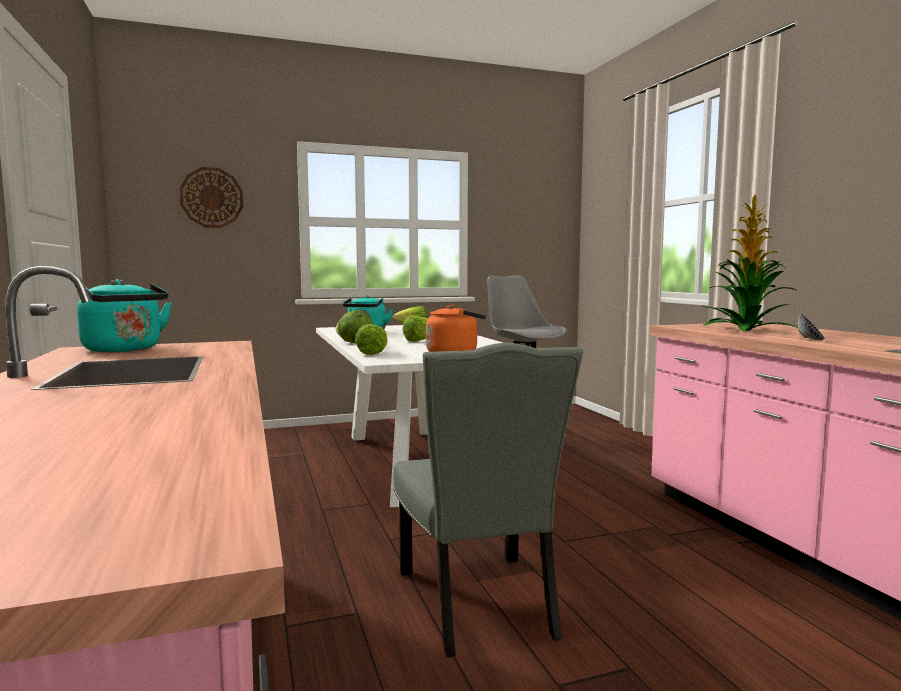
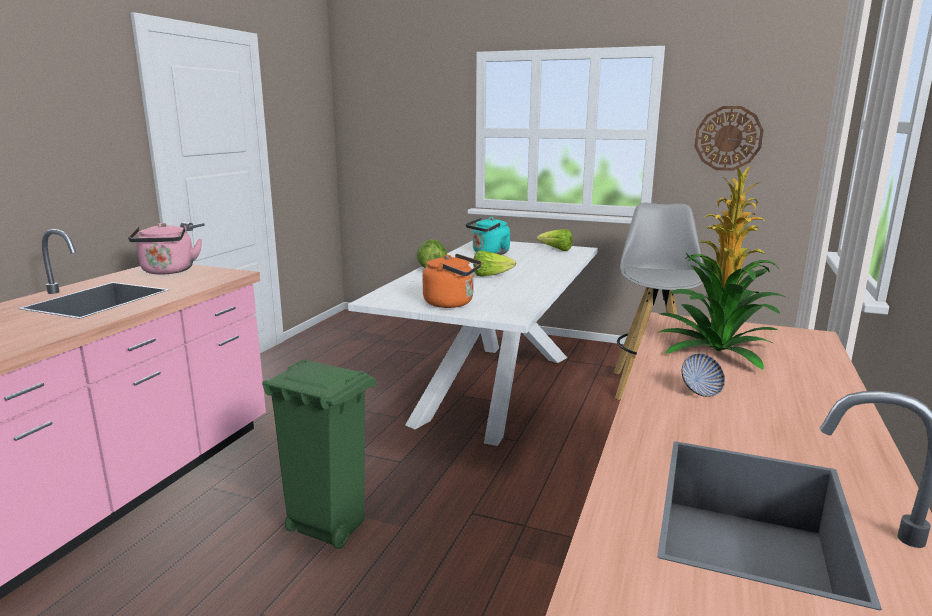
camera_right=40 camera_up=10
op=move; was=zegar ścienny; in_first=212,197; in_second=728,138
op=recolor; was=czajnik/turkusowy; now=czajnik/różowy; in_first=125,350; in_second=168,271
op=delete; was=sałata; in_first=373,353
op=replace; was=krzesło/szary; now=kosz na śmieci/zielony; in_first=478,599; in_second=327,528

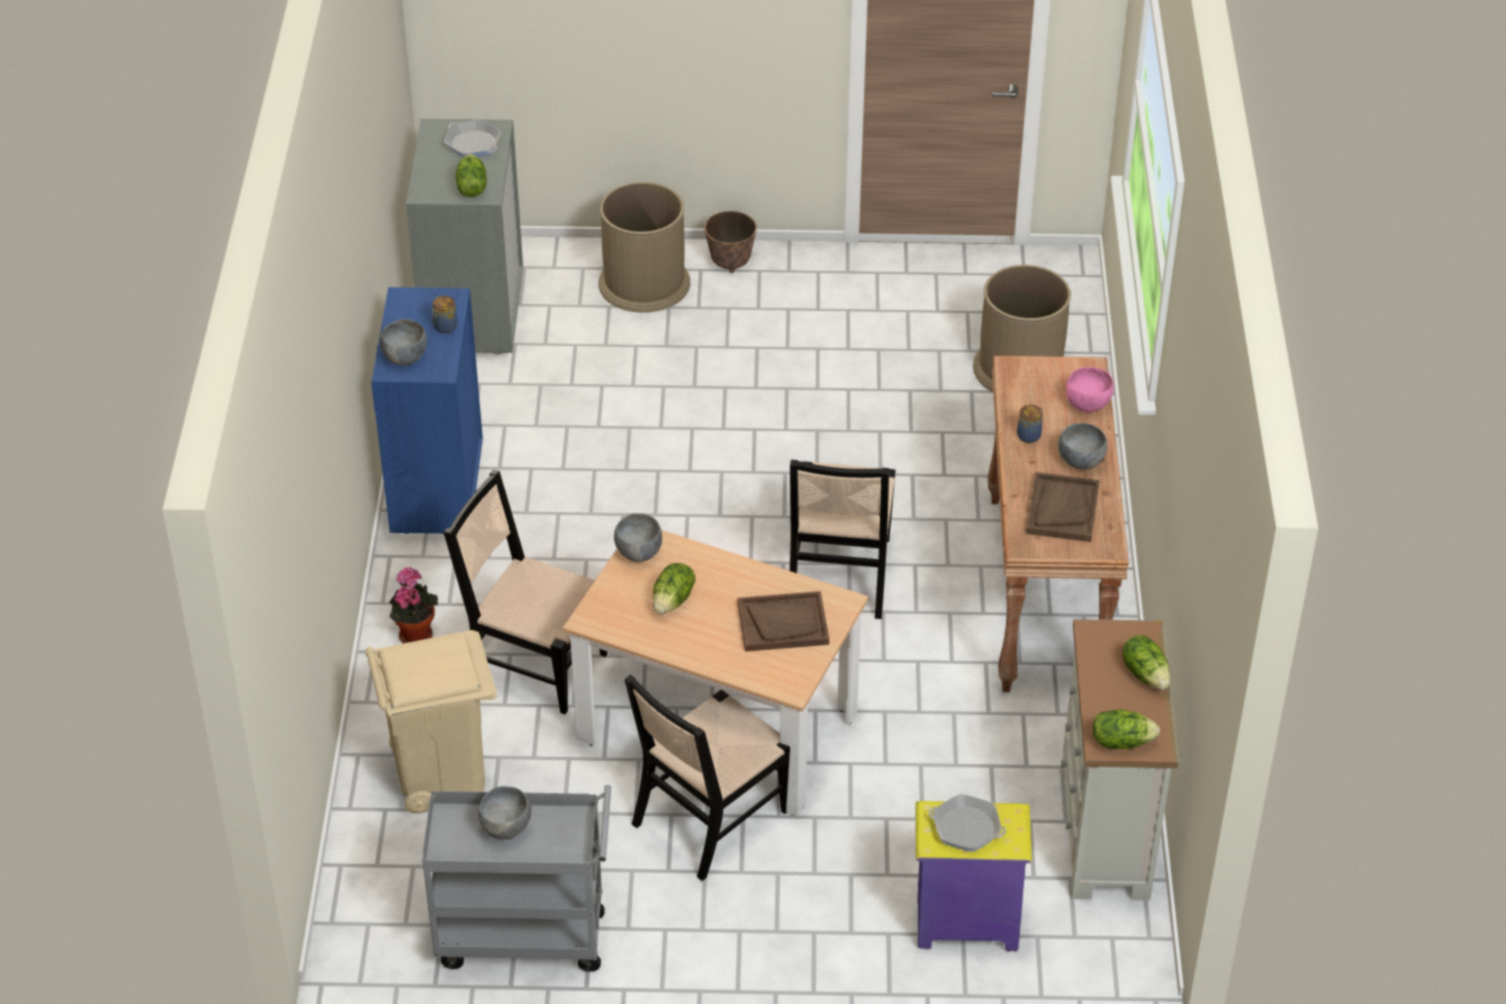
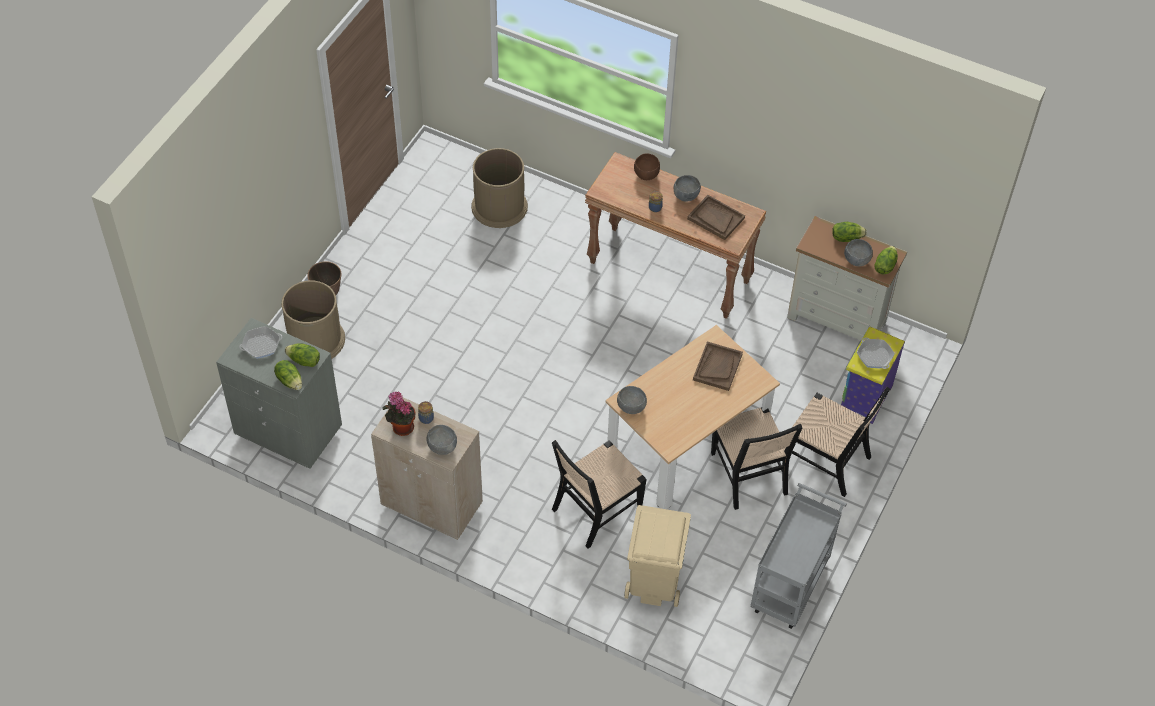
camera_right=-65 camera_up=10
op=recolor; was=szafka/niebieski; now=szafka/beżowy; in_first=437,492; in_second=430,506
op=recolor; was=miska/różowy; now=miska/brązowy; in_first=1087,405; in_second=646,175
op=move; was=krzesło; in_first=840,575; in_second=827,461
op=move; was=sałata; in_first=673,601; in_second=290,380
op=move; was=roślina doniczkowa; in_first=415,634; in_second=401,427
op=move; was=miska/szary; in_first=506,828; in_second=856,260
op=rotate; was=patelnia; in_first=966,828; in_second=874,356; clockwise=105

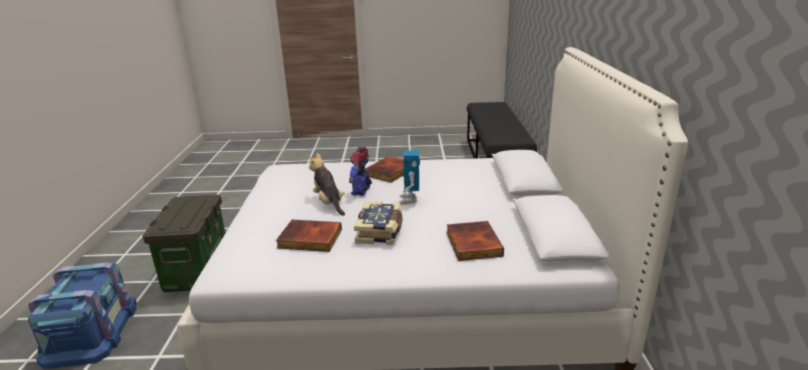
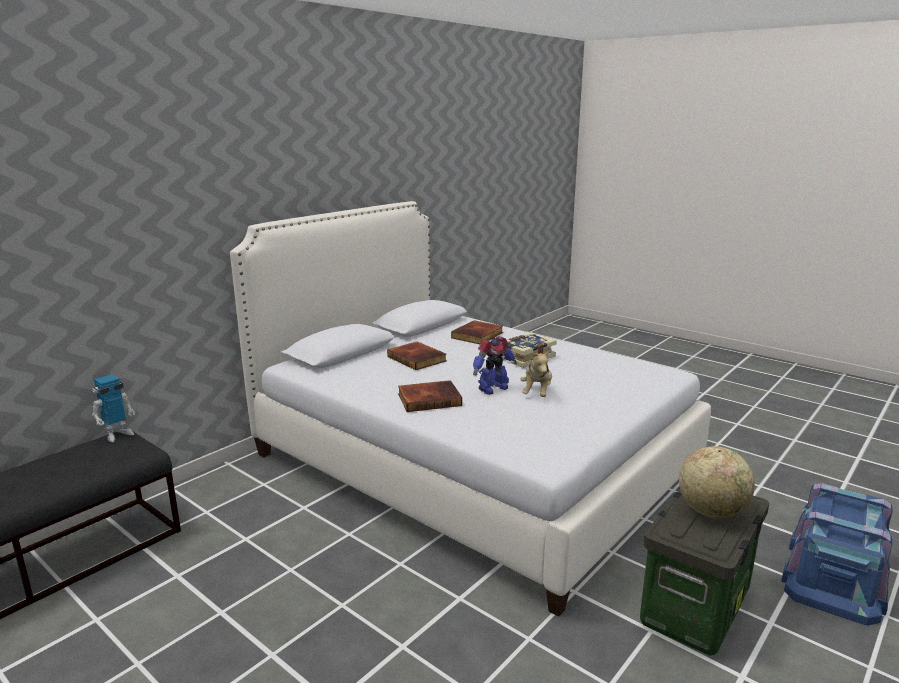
camera_right=-140 camera_up=-5
op=move; was=robot zabawkowy; in_first=409,200; in_second=117,434
op=move; was=książka; in_first=309,239; in_second=417,358
op=insert; now=globus; in_second=711,511

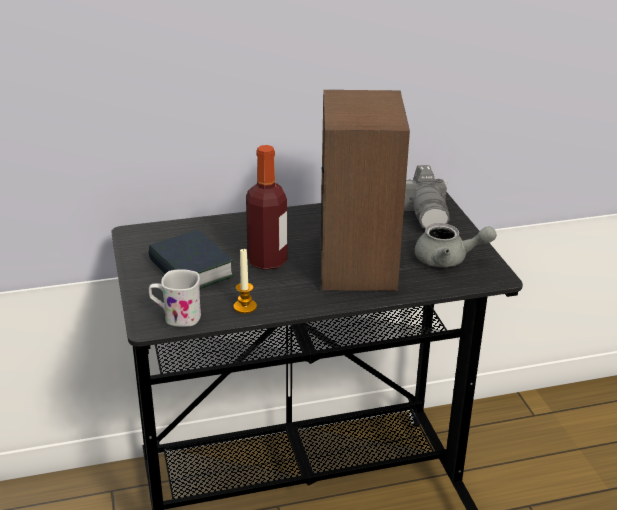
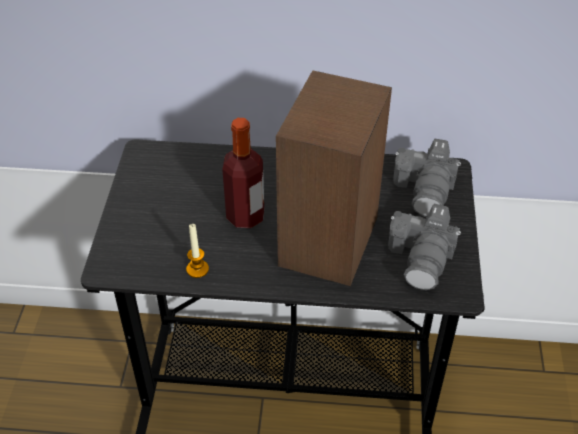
camera_right=20 camera_up=15
op=replace; was=imbryk/szary; now=aparat fotograficzny; in_first=448,259; in_second=422,258
op=delete; was=książka; in_first=191,269
op=delete; was=kubek/biały; in_first=176,316

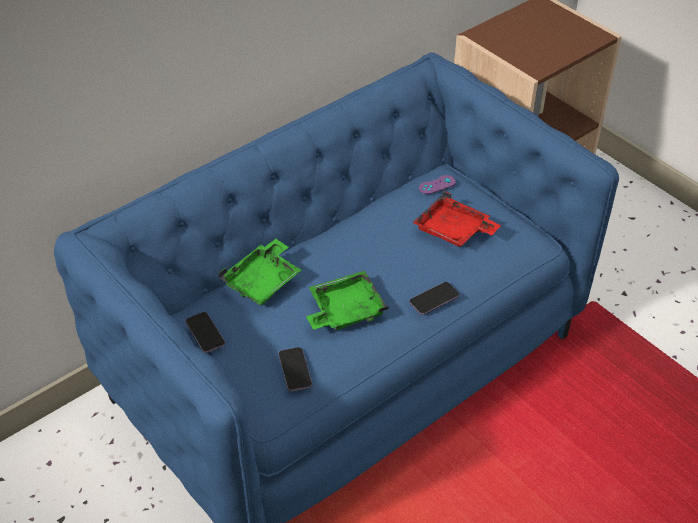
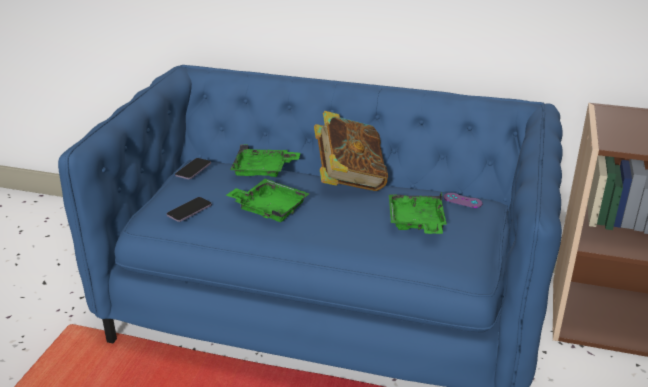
camera_right=55 camera_up=-15
op=recolor; was=taca/czerwony; now=taca/zielony; in_first=454,231; in_second=416,223
op=delete; was=telefon; in_first=434,299
op=insert; now=książka; in_second=349,180

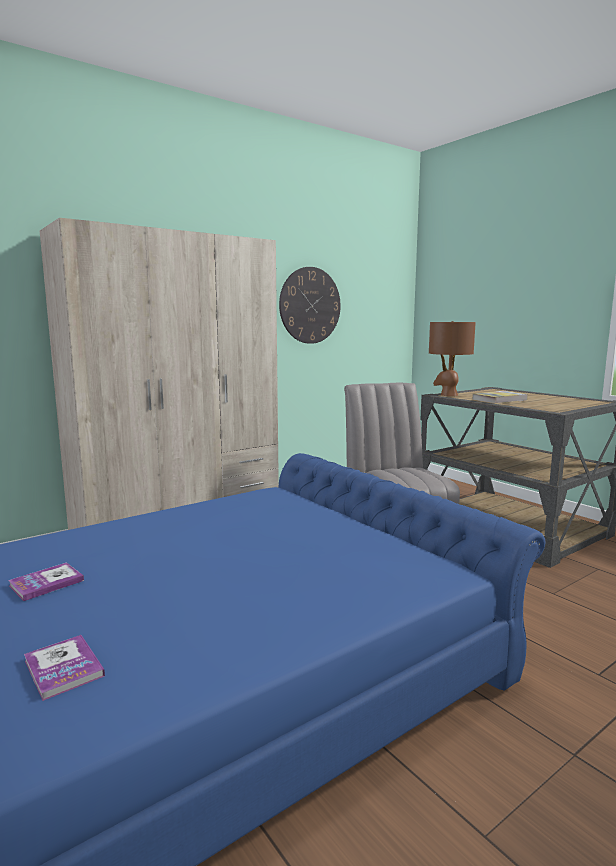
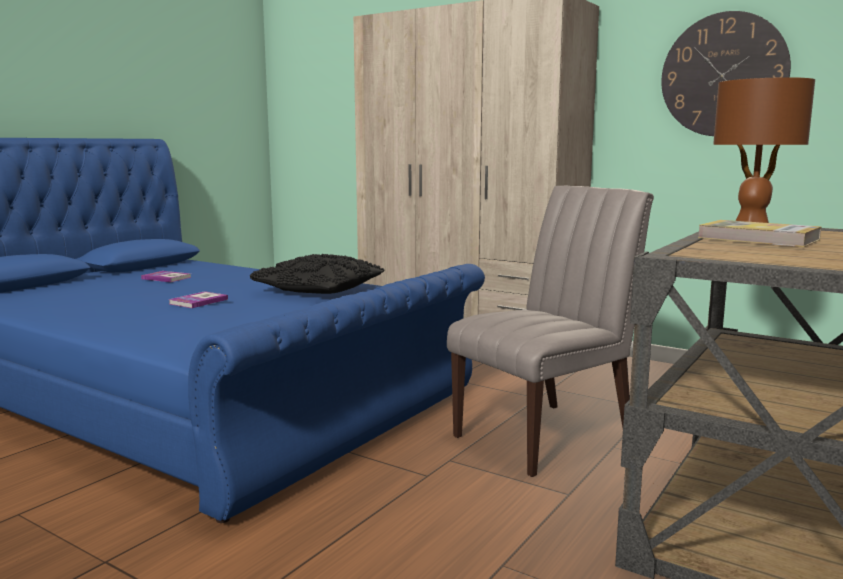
camera_right=70 camera_up=0
op=move; was=książka; in_first=63,668; in_second=198,301
op=insert; now=poduszka/czarny; in_second=319,290

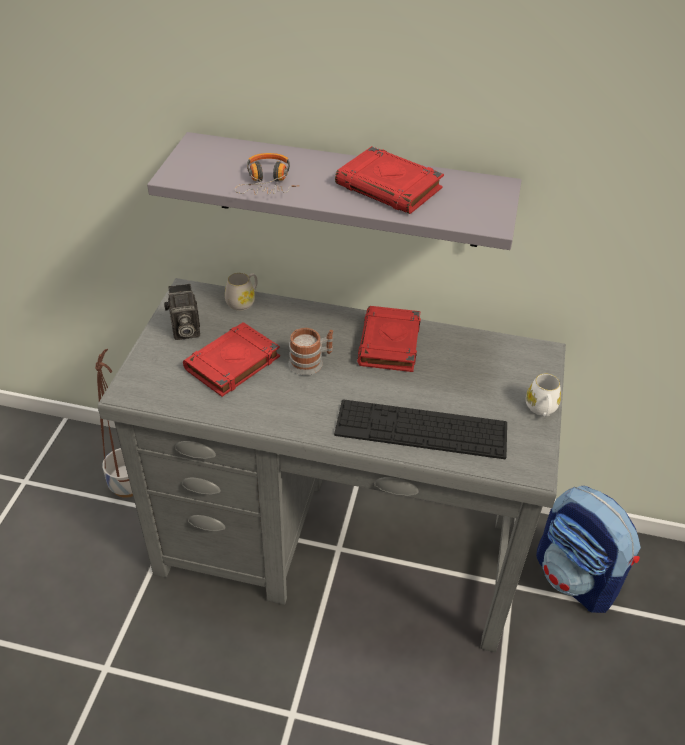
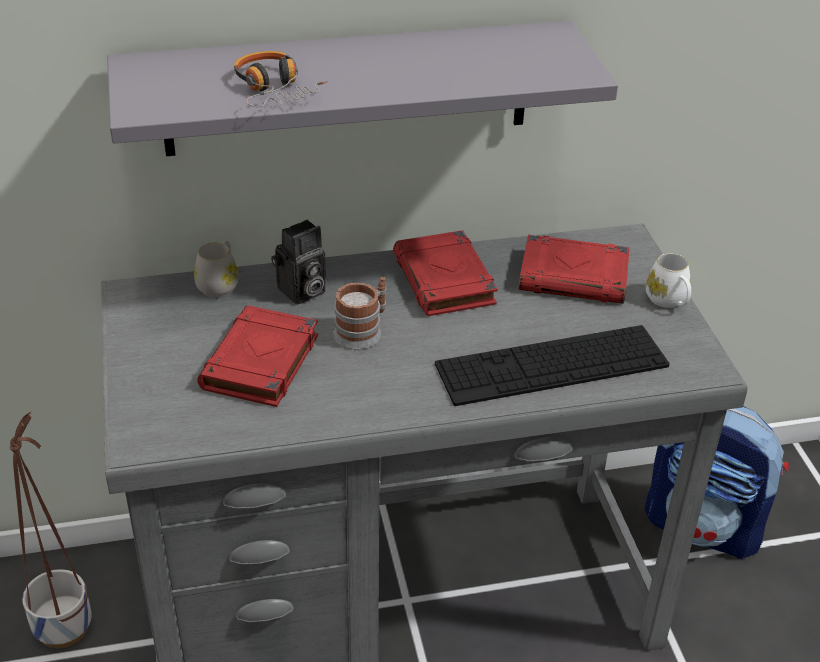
camera_right=-25 camera_up=-5
op=move; was=książka/czerwony; in_first=390,187; in_second=574,277
op=move; was=aparat fotograficzny; in_first=184,332; in_second=301,292

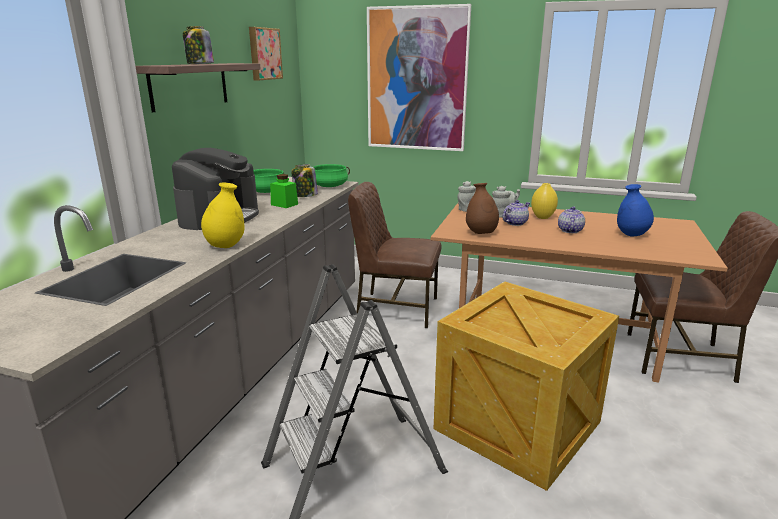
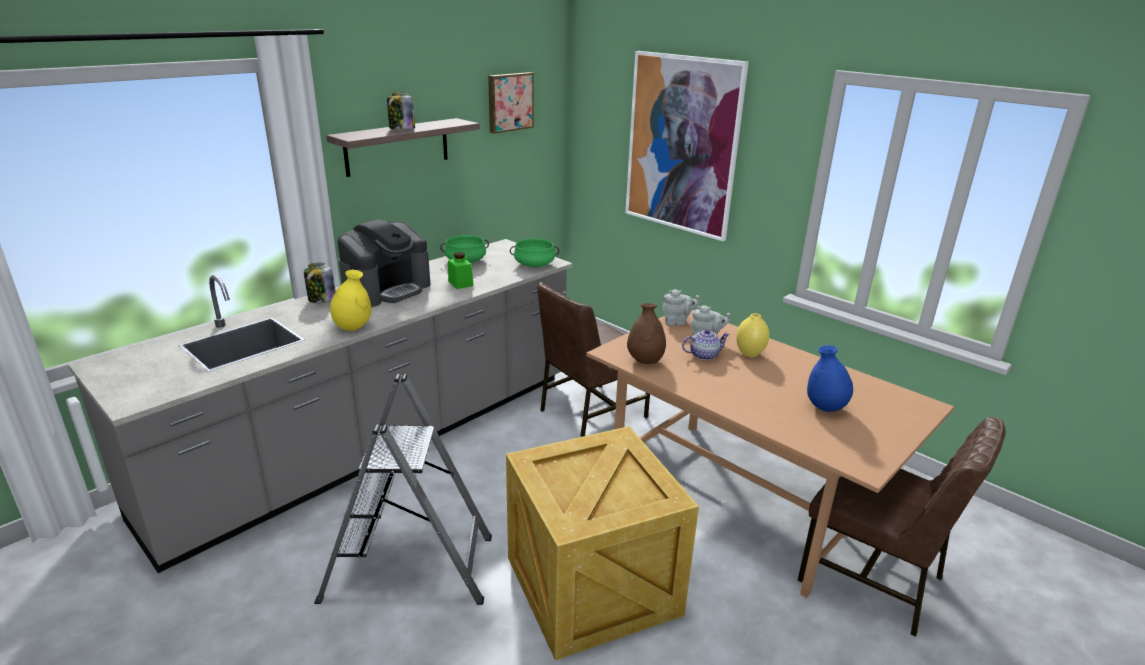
camera_right=25 camera_up=5
op=move; was=słoik; in_first=305,195; in_second=322,299
op=rotate; was=krzesło/brązowy; in_first=396,308; in_second=590,413; clockwise=-75
op=delete; was=imbryk; in_first=569,230

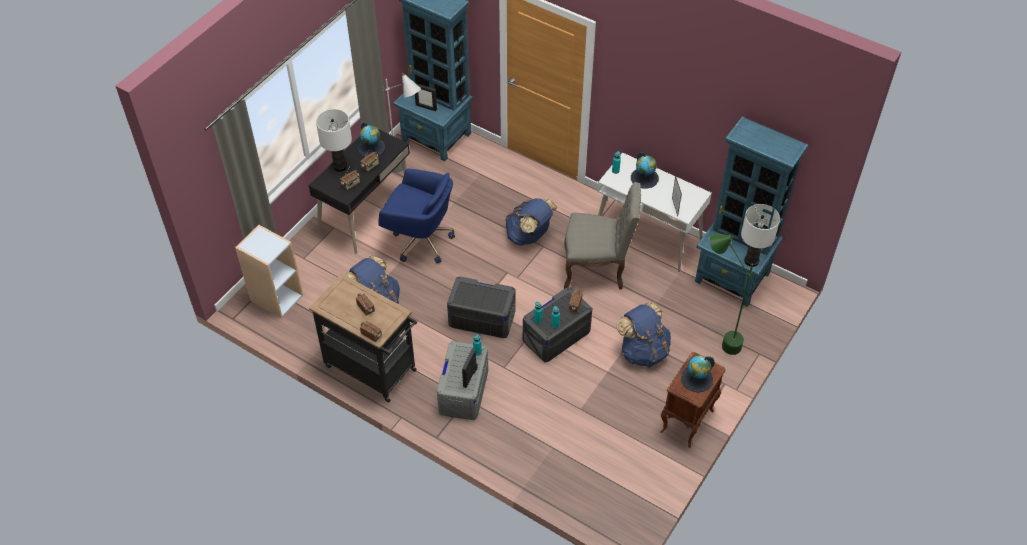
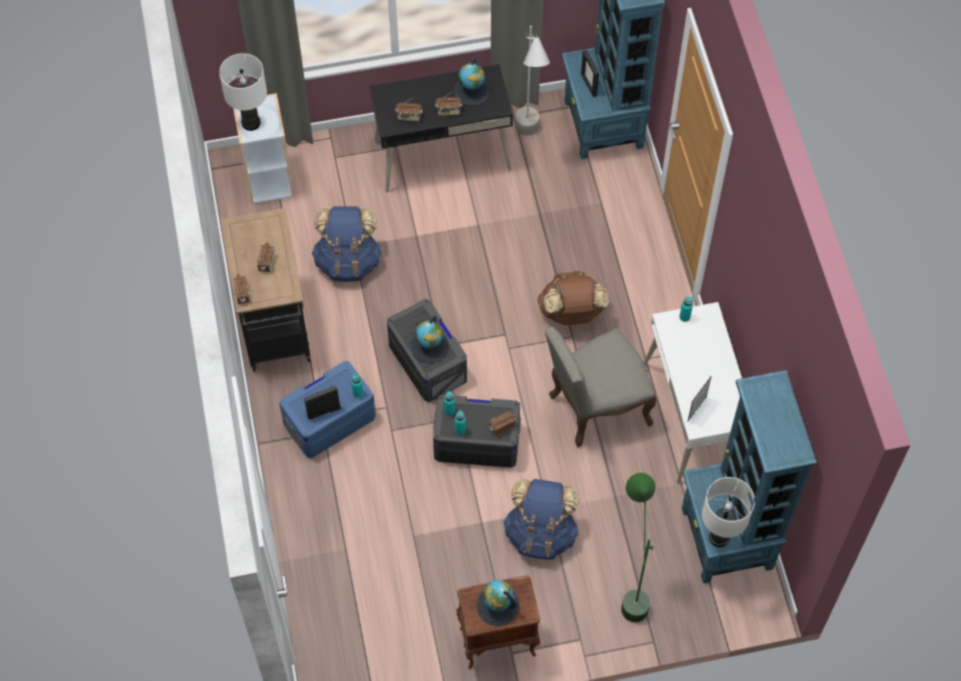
camera_right=45 camera_up=10
op=move; was=lampa stołowa/biały; in_first=340,166; in_second=251,122
op=move; was=globus; in_first=644,178; in_second=430,346
op=delete; was=krzesło biurowe/niebieski; in_first=420,242
op=rotate; was=krzesło/szary; in_first=596,269; in_second=596,407; clockwise=105
op=recolor; was=plecak/niebieski; now=plecak/brązowy; in_first=529,235; in_second=572,313
op=recolor; was=pojemnik do przechowywania/szary; now=pojemnik do przechowywania/niebieski; in_first=463,391; in_second=329,420

